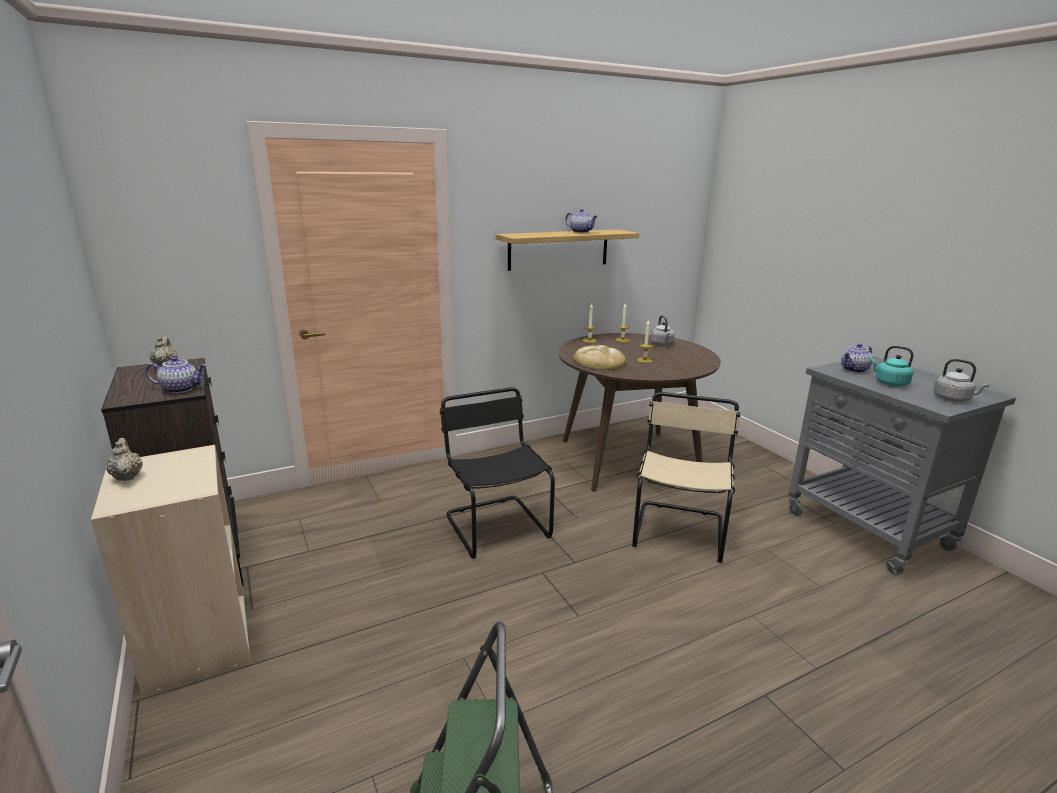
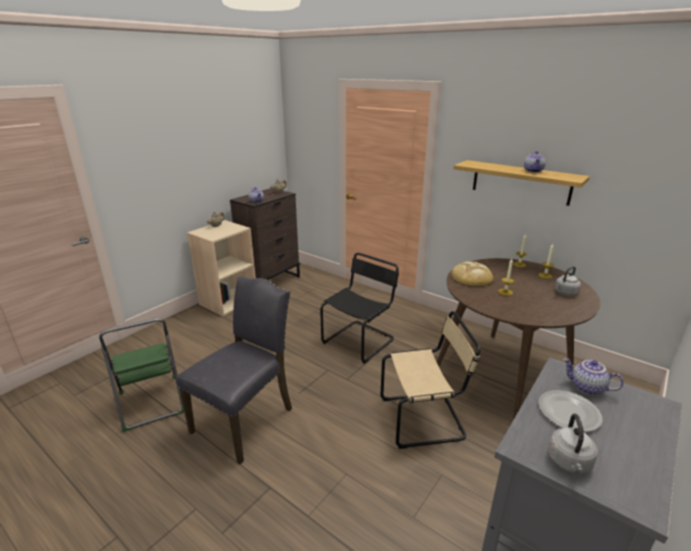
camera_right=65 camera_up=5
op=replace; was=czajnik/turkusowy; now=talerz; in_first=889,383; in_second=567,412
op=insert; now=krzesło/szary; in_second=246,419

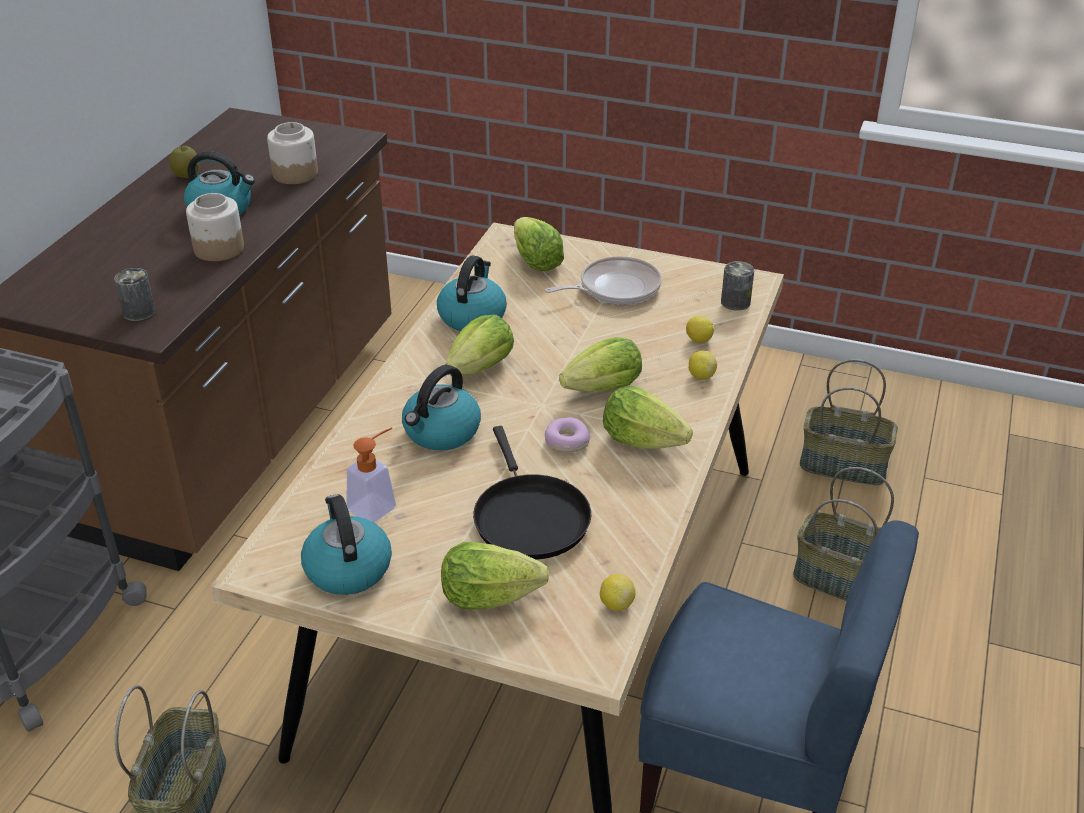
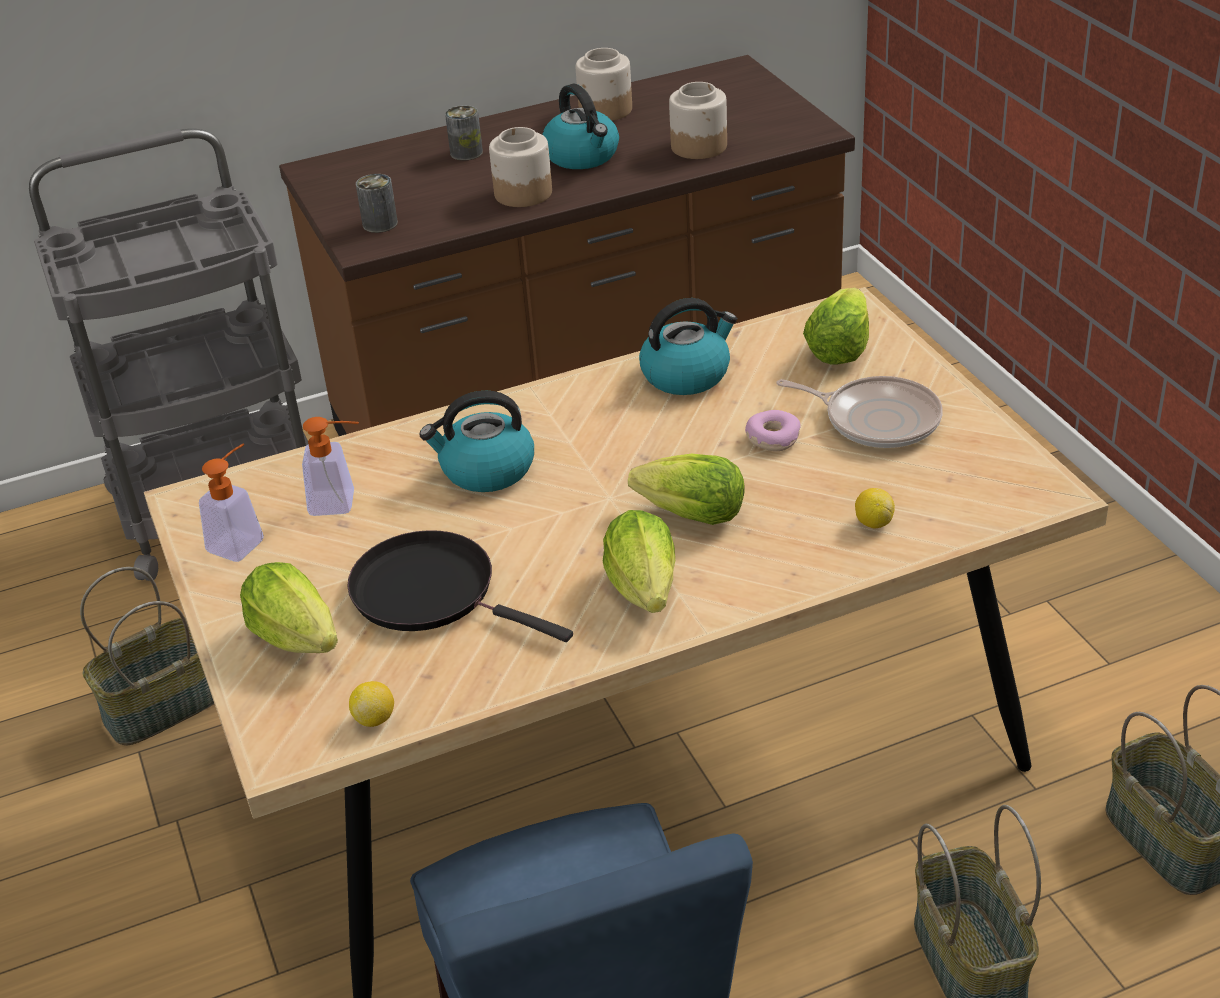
camera_right=50 camera_up=0
op=replace; was=jabłko; now=słoik; in_first=186,175; in_second=605,110
op=move; was=puszka; in_first=735,302; in_second=466,153
op=delete; was=sałata; in_first=481,368
op=delete; was=cytryna; in_first=701,376
op=move; was=donut; in_first=566,441; in_second=772,438
op=rotate; was=patelnia/czarny; in_first=529,517; in_second=432,592; clockwise=90
op=replace; was=czajnik; now=dozownik mydła; in_first=347,568; in_second=242,540

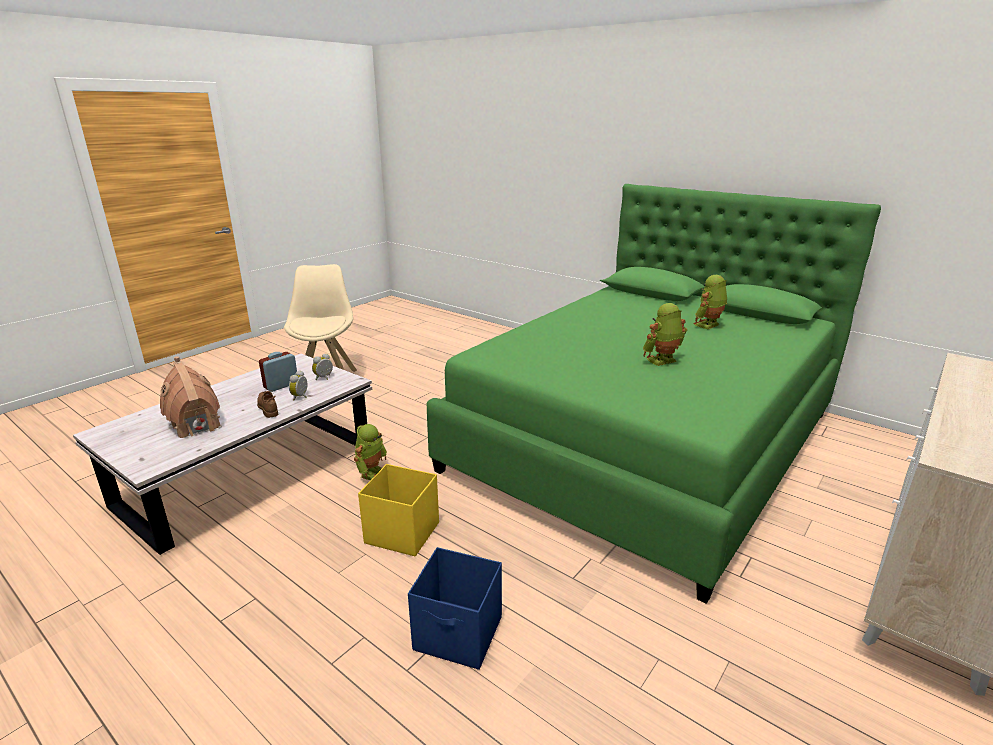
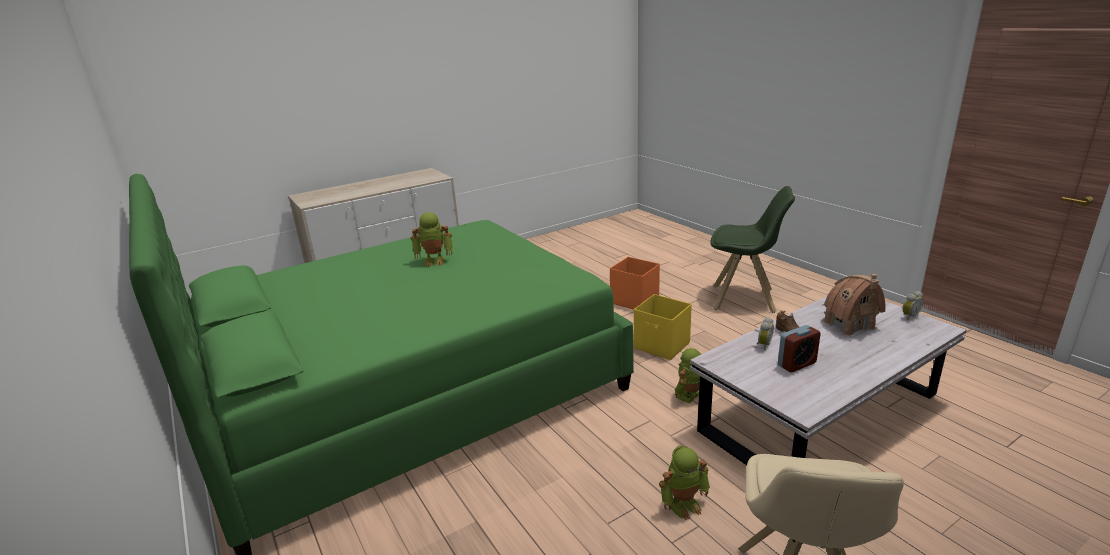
camera_right=-160 camera_up=0
op=move; was=robot zabawkowy; in_first=708,325; in_second=683,504
op=move; was=budzik; in_first=324,378; in_second=909,316
op=recolor; was=pojemnik do przechowywania/niebieski; now=pojemnik do przechowywania/pomarańczowy; in_first=459,635; in_second=634,300
op=insert; now=krzesło/zielony; in_second=744,299

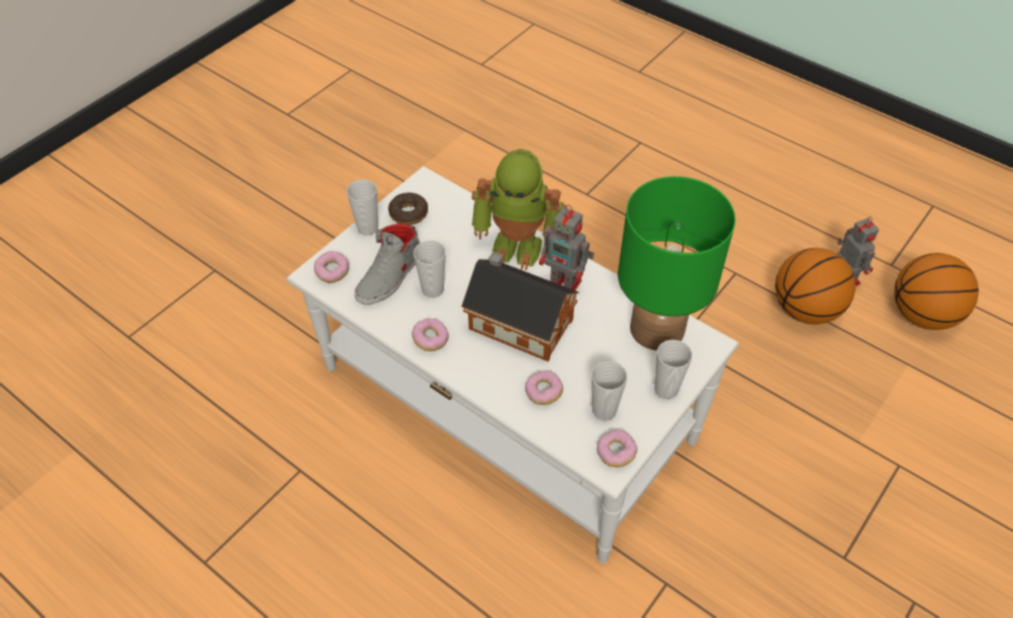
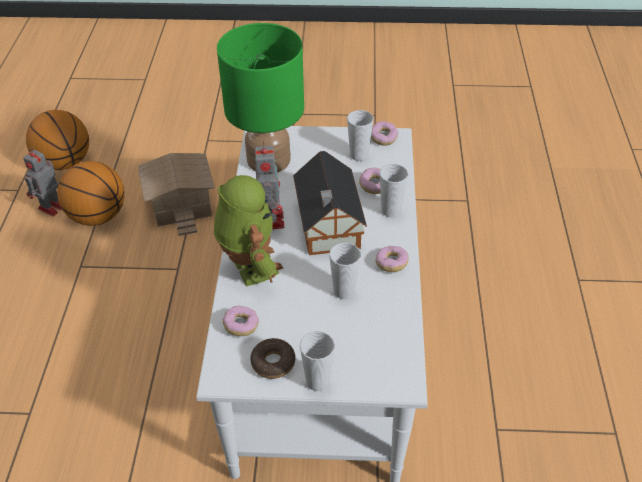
camera_right=-125 camera_up=-5
op=delete; was=but/szary; in_first=390,276
op=move; was=donut; in_first=332,272; in_second=241,326
op=move; was=filiżanka; in_first=666,389; in_second=390,210
op=insert; now=domek; in_second=182,203

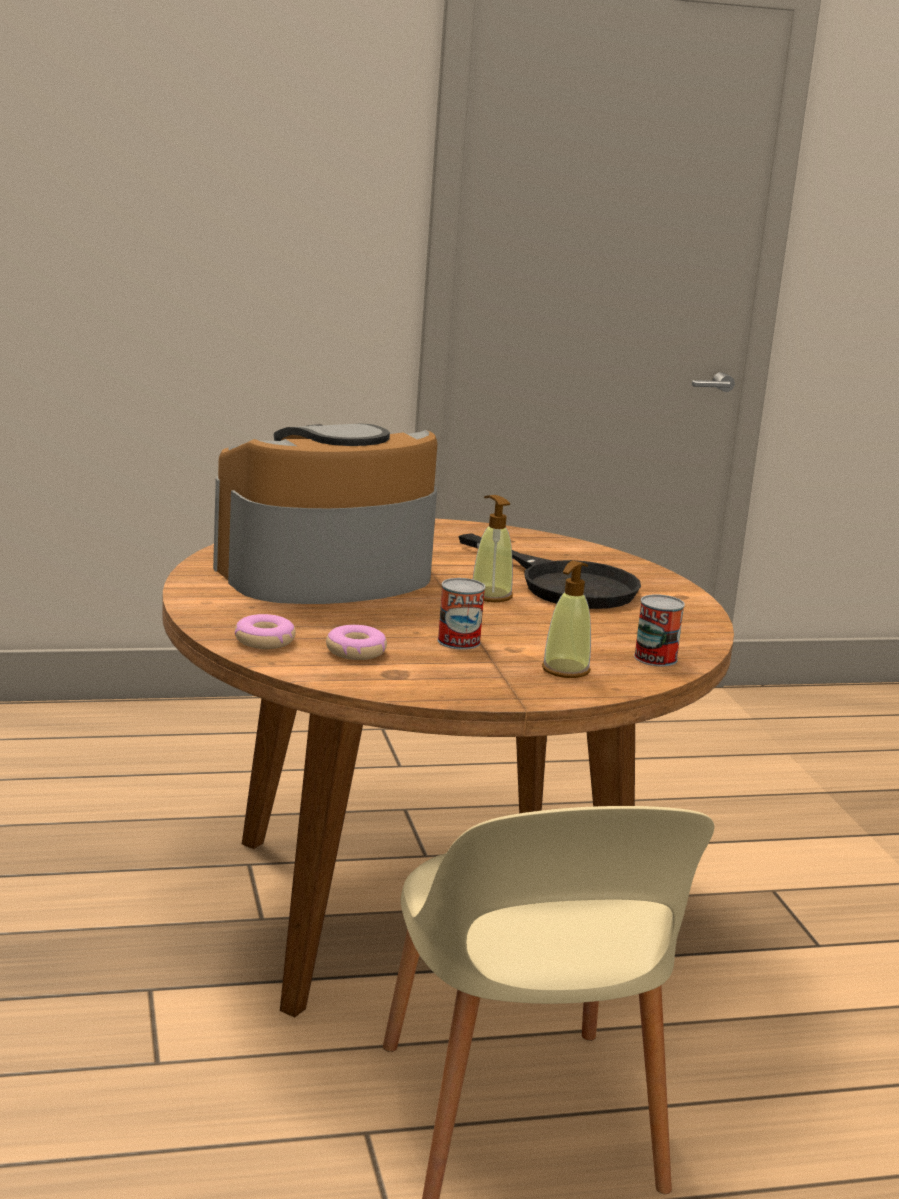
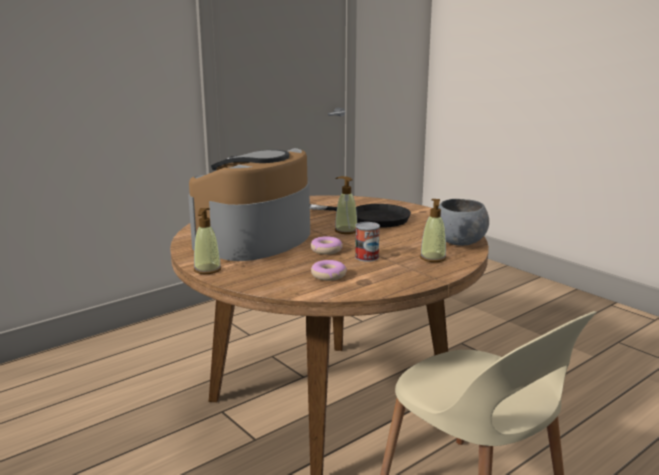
camera_right=-25 camera_up=0
op=replace; was=puszka; now=miska/szary; in_first=655,658; in_second=458,242
op=move; was=donut; in_first=265,641; in_second=326,250
op=insert; now=dozownik mydła; in_second=207,270

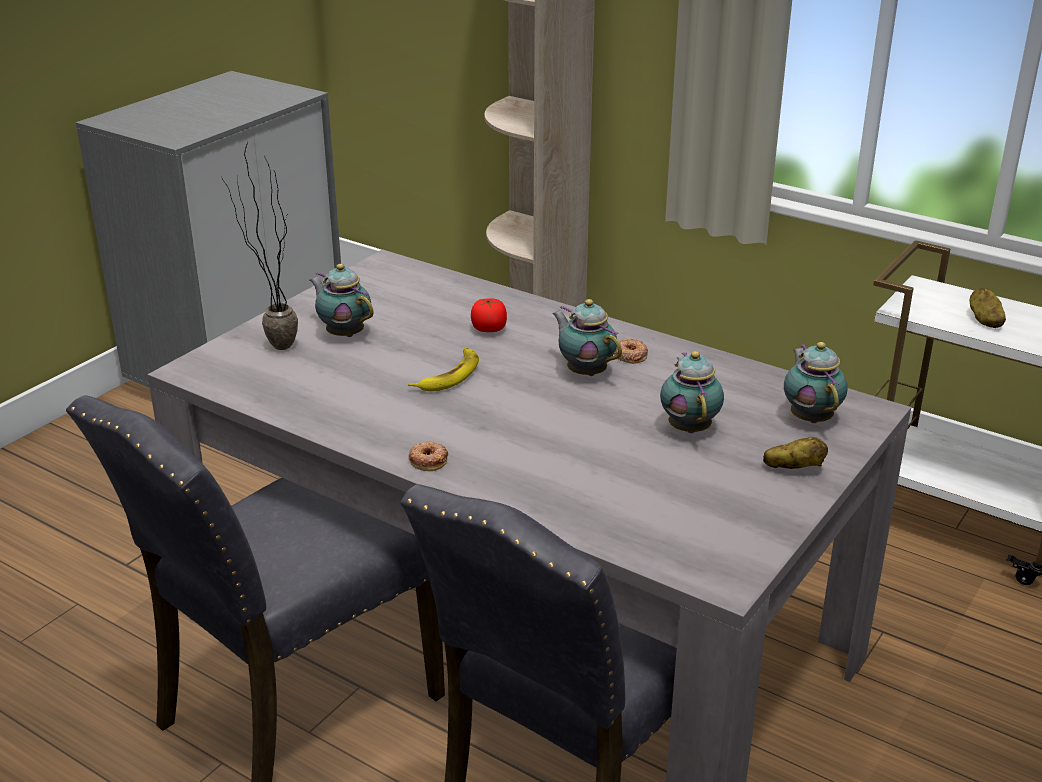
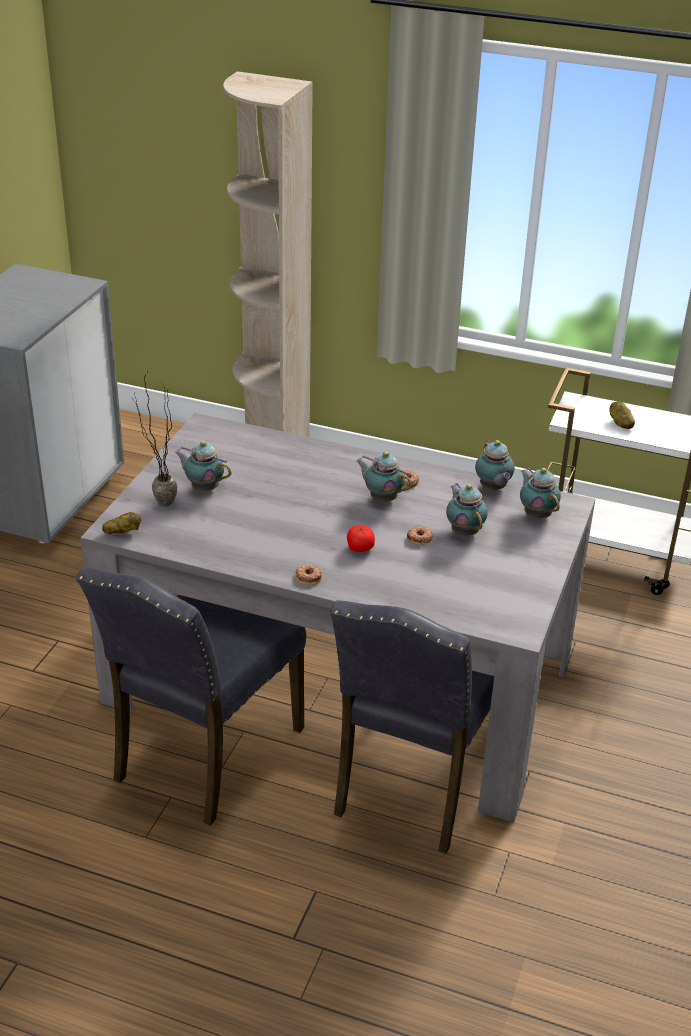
camera_right=-15 camera_up=5
op=move; was=pomidor; in_first=488,329; in_second=360,548
op=delete; was=banan; in_first=449,375
op=move; was=ziemniak; in_first=793,468; in_second=123,532
op=insert; now=imbryk; in_second=493,488
op=insert; now=donut; in_second=420,538

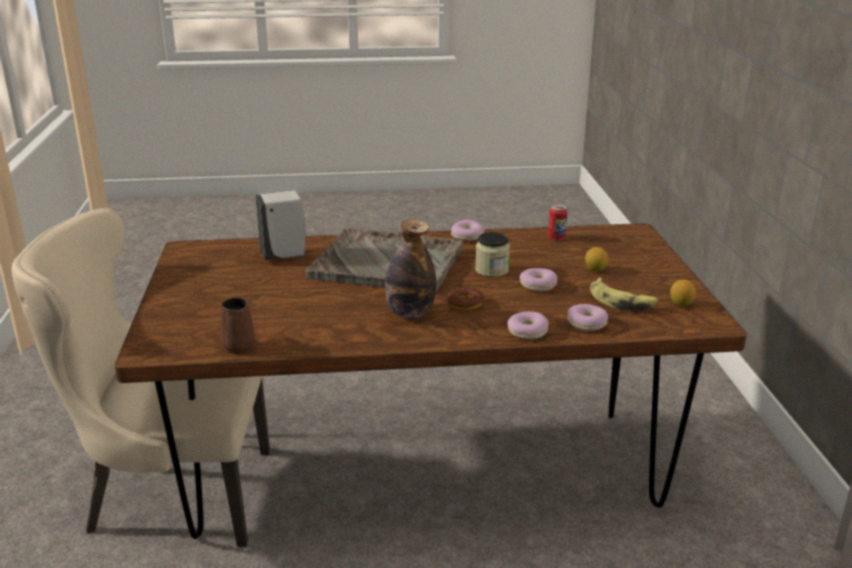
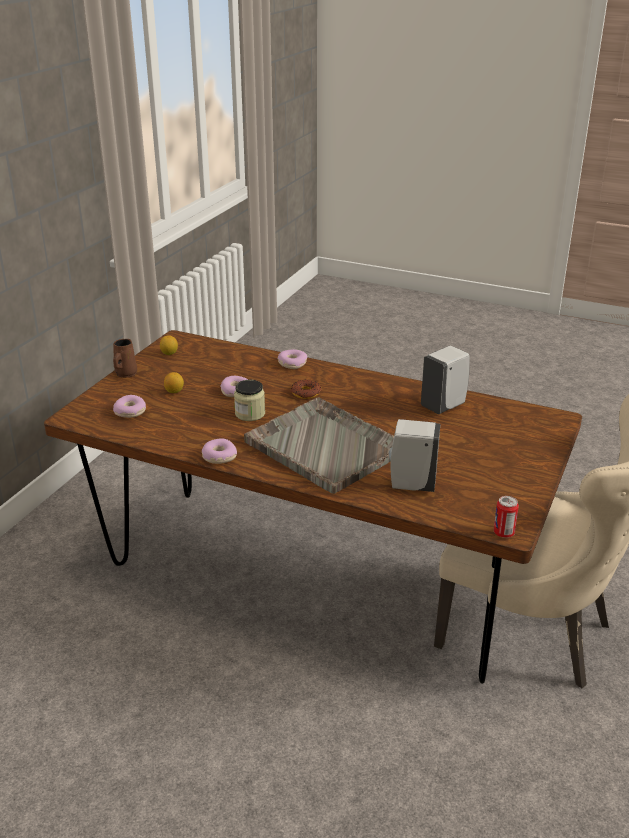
camera_right=-150 camera_up=5
op=move; was=puszka; in_first=556,238; in_second=503,533
op=delete; was=butelka; in_first=410,313
op=delete; was=banan; in_first=622,302
op=move; was=kubek/brązowy; in_first=239,346; in_second=125,374
op=move; was=donut; in_first=587,324; in_second=130,411
op=insert; now=dozownik mydła/biały; in_second=444,406

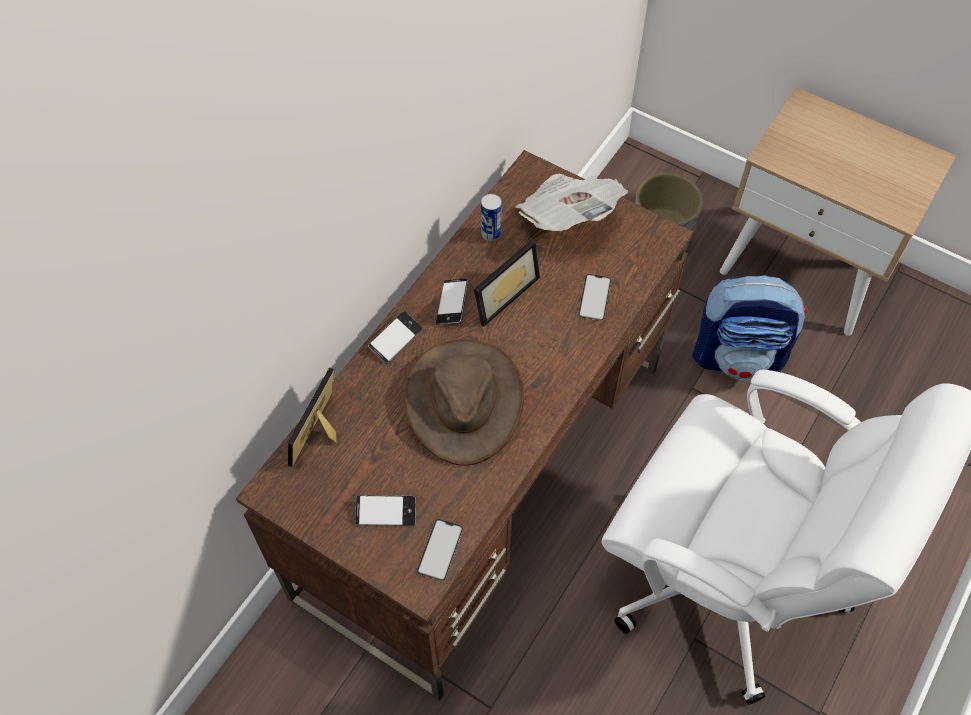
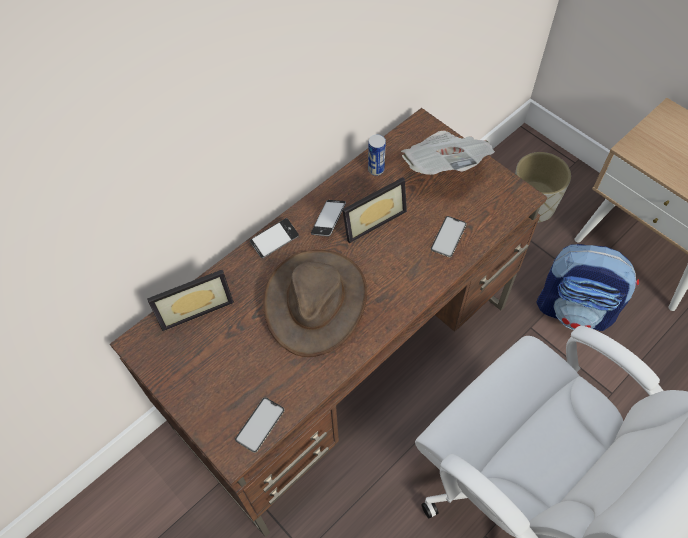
camera_right=15 camera_up=0
op=rotate; was=ramka na zdjęcie; in_first=323,434; in_second=194,306; clockwise=-150
op=delete; was=telefon; in_first=386,512

